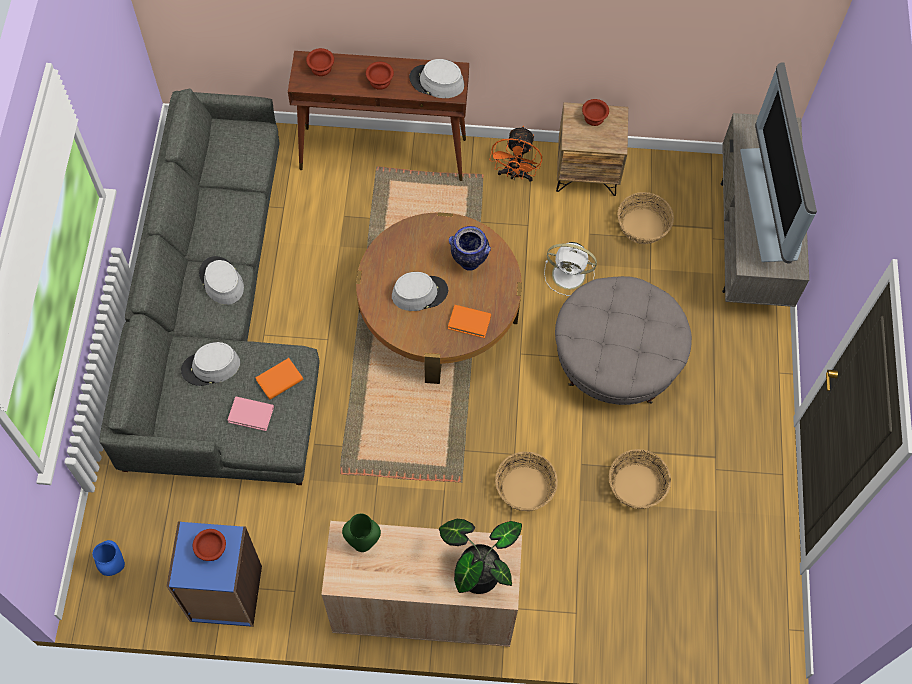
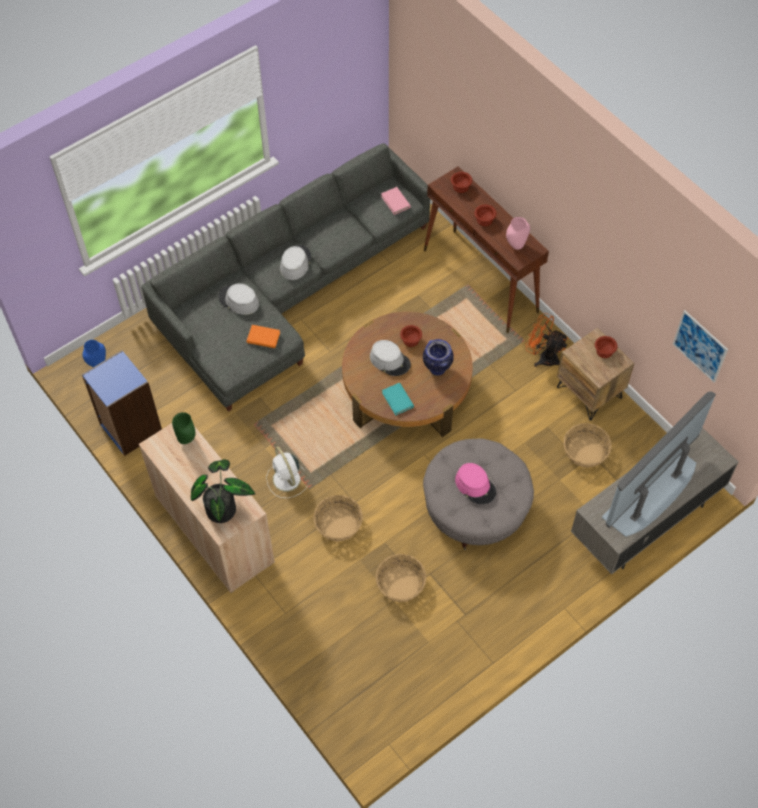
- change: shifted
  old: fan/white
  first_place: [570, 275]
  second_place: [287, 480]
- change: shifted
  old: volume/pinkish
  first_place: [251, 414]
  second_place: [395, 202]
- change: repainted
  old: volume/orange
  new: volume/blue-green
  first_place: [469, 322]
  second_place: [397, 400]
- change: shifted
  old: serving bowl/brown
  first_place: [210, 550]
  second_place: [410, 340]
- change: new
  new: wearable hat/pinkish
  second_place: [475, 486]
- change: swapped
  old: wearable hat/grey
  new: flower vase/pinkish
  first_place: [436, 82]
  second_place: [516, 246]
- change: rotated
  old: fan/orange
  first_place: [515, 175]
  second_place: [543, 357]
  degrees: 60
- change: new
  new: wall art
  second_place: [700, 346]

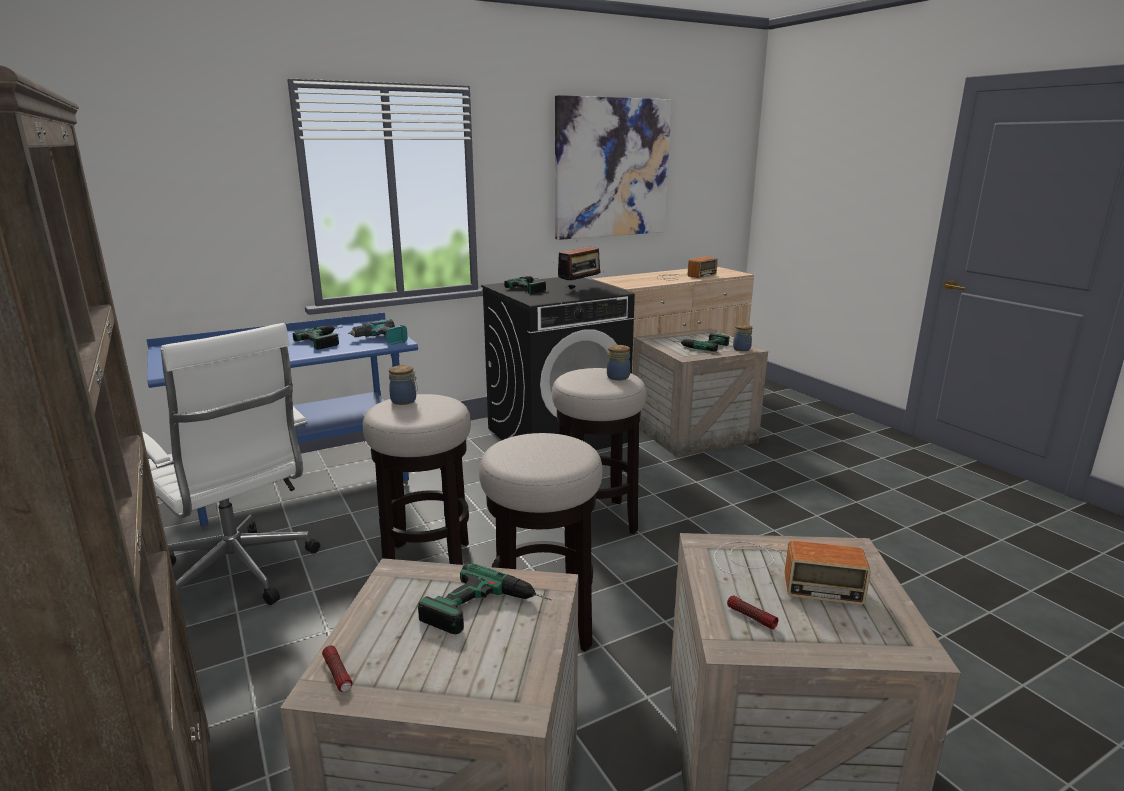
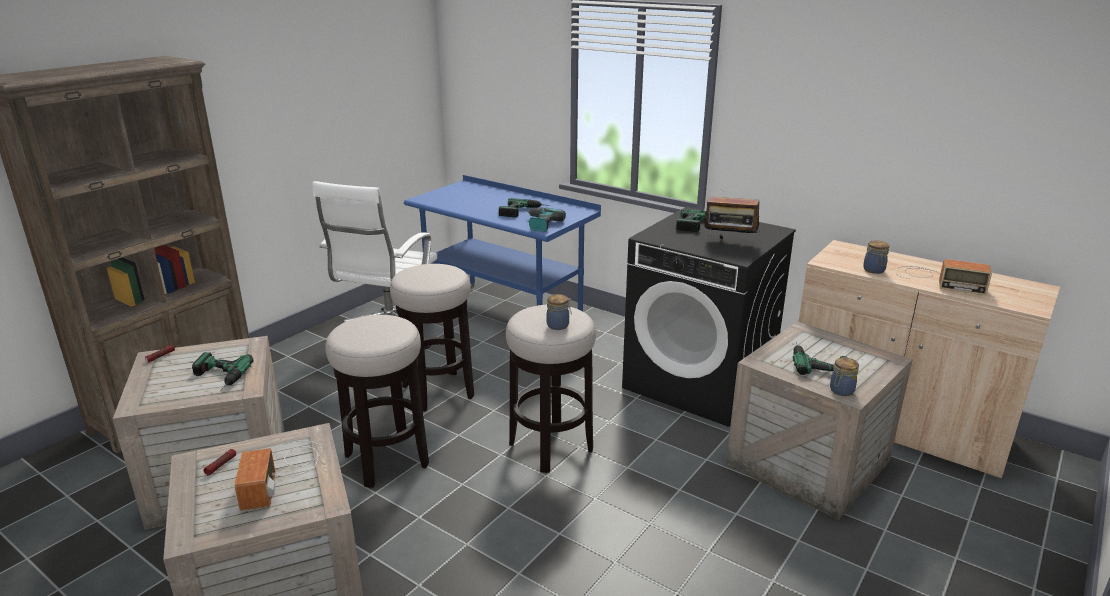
- change: shifted
  old: preserve jar
  first_place: [404, 401]
  second_place: [874, 270]
- change: gone
  old: wall art
  first_place: [612, 168]

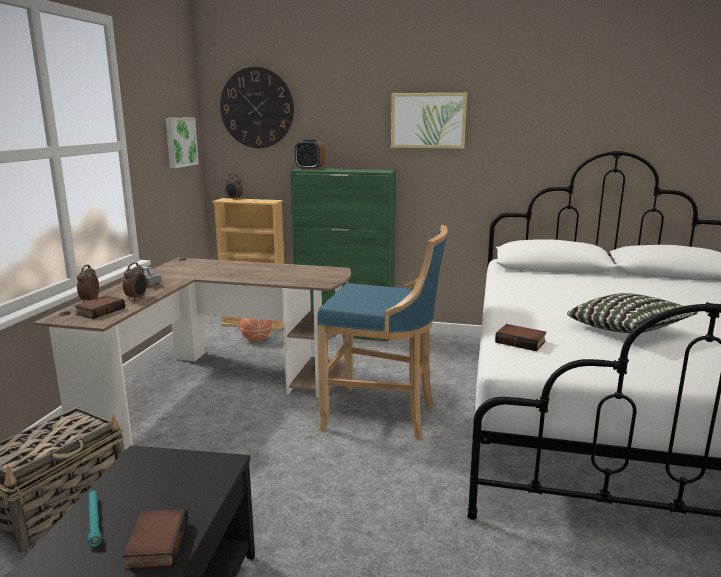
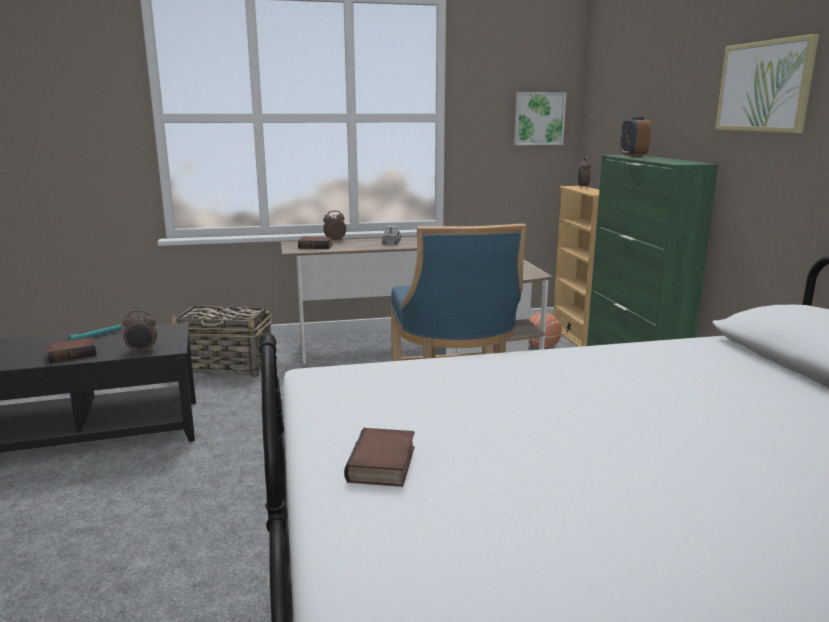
- change: shifted
  old: table clock
  first_place: [137, 298]
  second_place: [142, 351]
- change: shifted
  old: volume
  first_place: [521, 341]
  second_place: [384, 465]
- change: gone
  old: hanging clock
  first_place: [257, 108]
- change: gone
  old: pillow
  first_place: [627, 331]

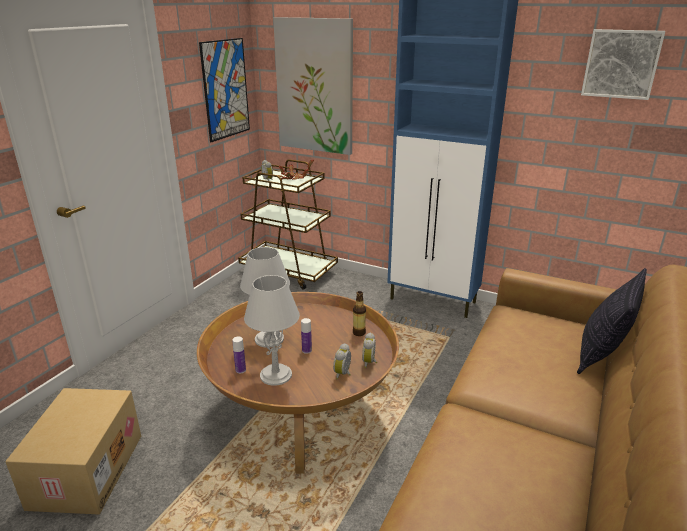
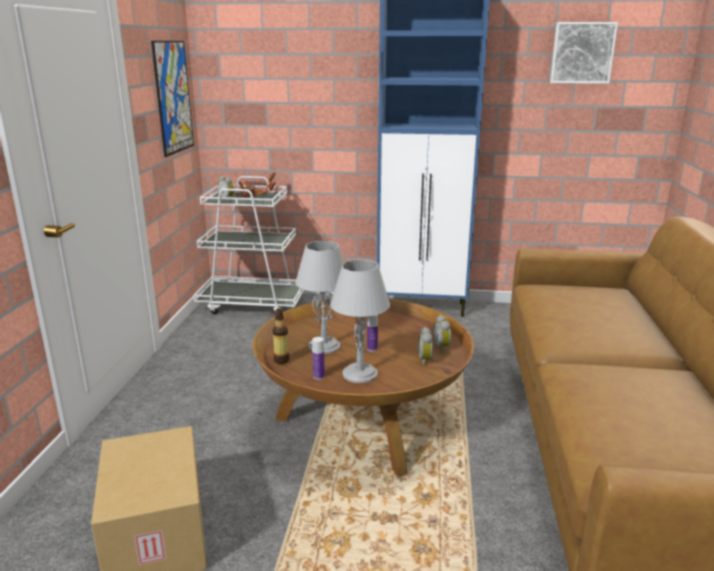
- change: repainted
  old: trolley/brown
  new: trolley/white
  first_place: [289, 271]
  second_place: [253, 304]
- change: shifted
  old: bottle
  first_place: [359, 333]
  second_place: [281, 360]
- change: gone
  old: wall art
  first_place: [315, 86]
- change: gone
  old: pillow
  first_place: [601, 355]

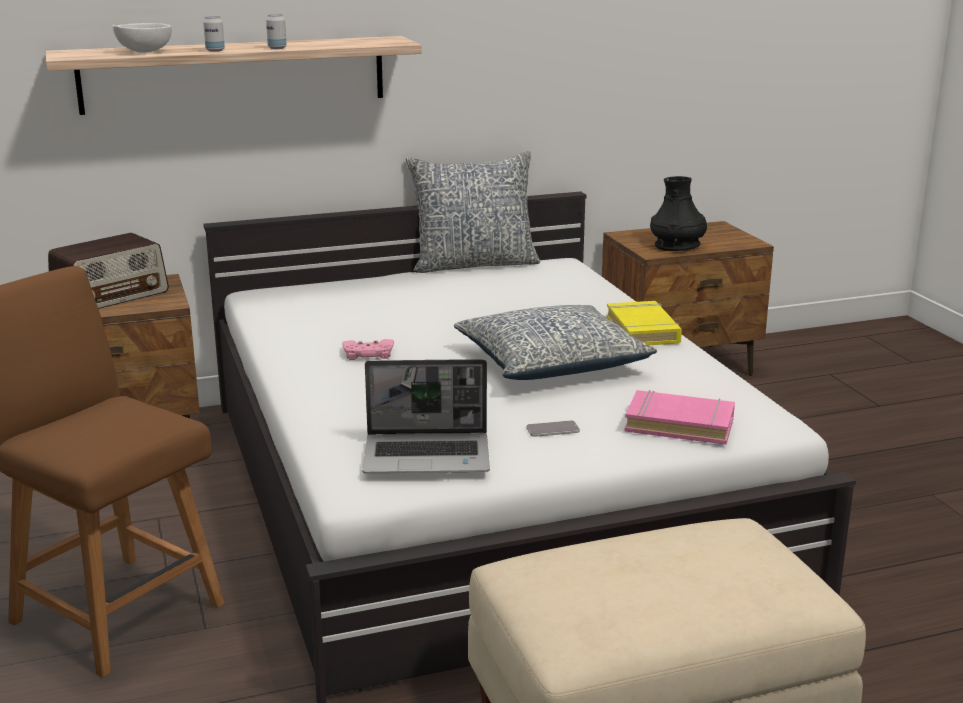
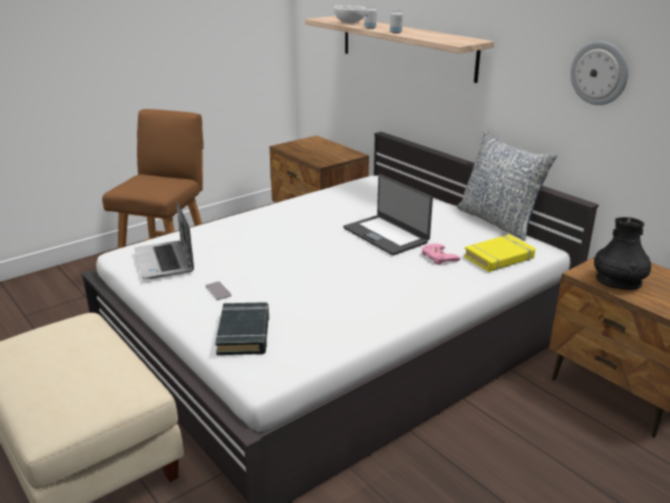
- change: repainted
  old: volume/pinkish
  new: volume/black
  first_place: [679, 424]
  second_place: [244, 333]
- change: new
  new: portable computer
  second_place: [386, 235]
- change: shifted
  old: game controller/pinkish
  first_place: [368, 354]
  second_place: [437, 257]
- change: shifted
  old: volume/yellow-coloured
  first_place: [643, 330]
  second_place: [499, 258]
- change: new
  new: hanging clock
  second_place: [599, 73]
- change: gone
  old: radio set
  first_place: [111, 296]
- change: gone
  old: pillow
  first_place: [552, 363]

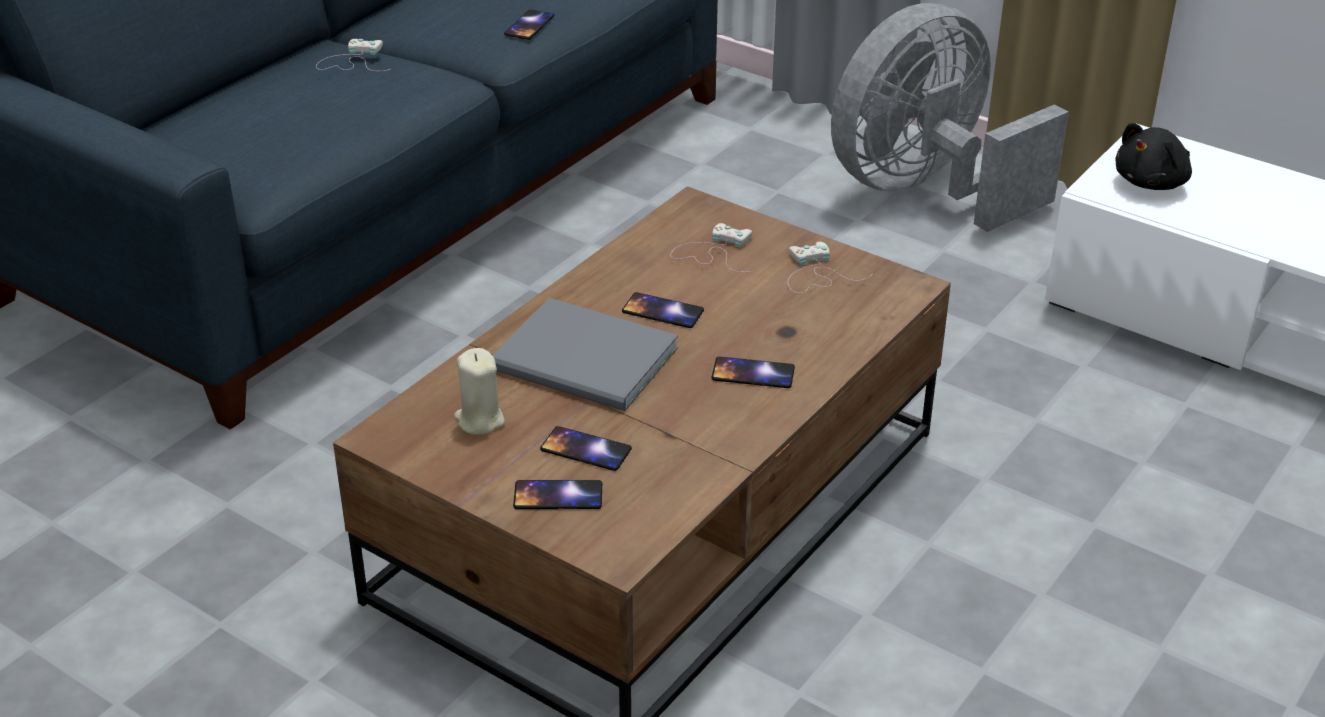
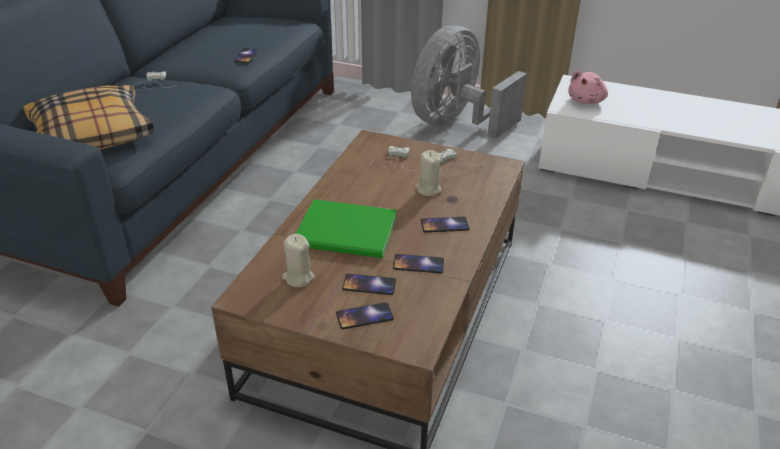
- change: new
  new: pillow
  second_place: [92, 135]
- change: repainted
  old: volume/grey
  new: volume/green-coloured
  first_place: [587, 362]
  second_place: [348, 233]
- change: shifted
  old: handset
  first_place: [662, 311]
  second_place: [418, 264]
- change: new
  new: candle/beige-coloured
  second_place: [428, 189]
- change: repainted
  old: soft toy/black
  new: soft toy/pinkish
  first_place: [1152, 182]
  second_place: [586, 101]

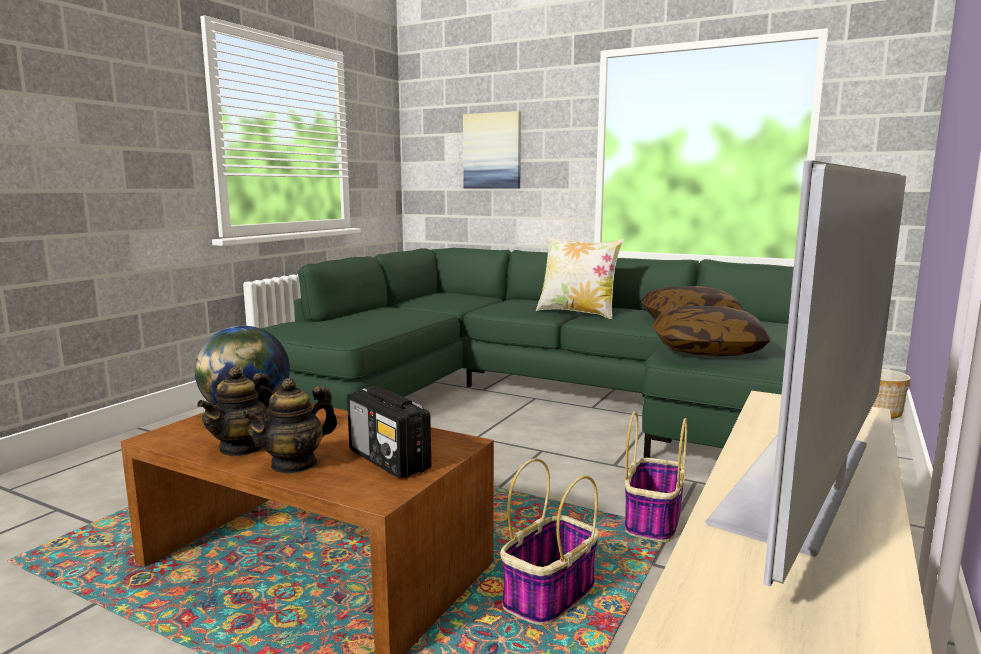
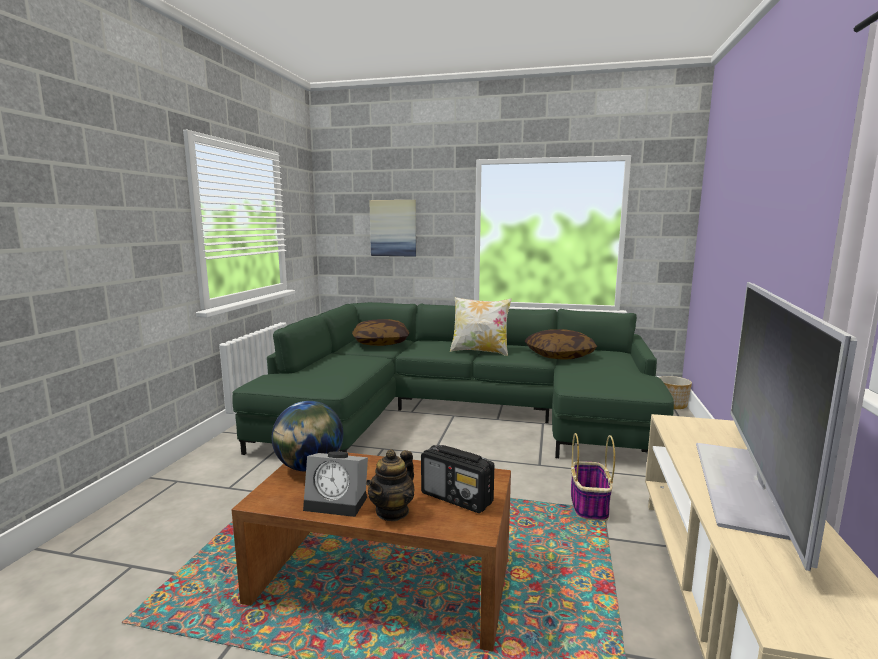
- change: swapped
  old: pot for tea
  new: table clock
  first_place: [242, 448]
  second_place: [339, 502]
- change: shifted
  old: pillow
  first_place: [707, 351]
  second_place: [380, 343]
- change: gone
  old: household basket
  first_place: [549, 596]

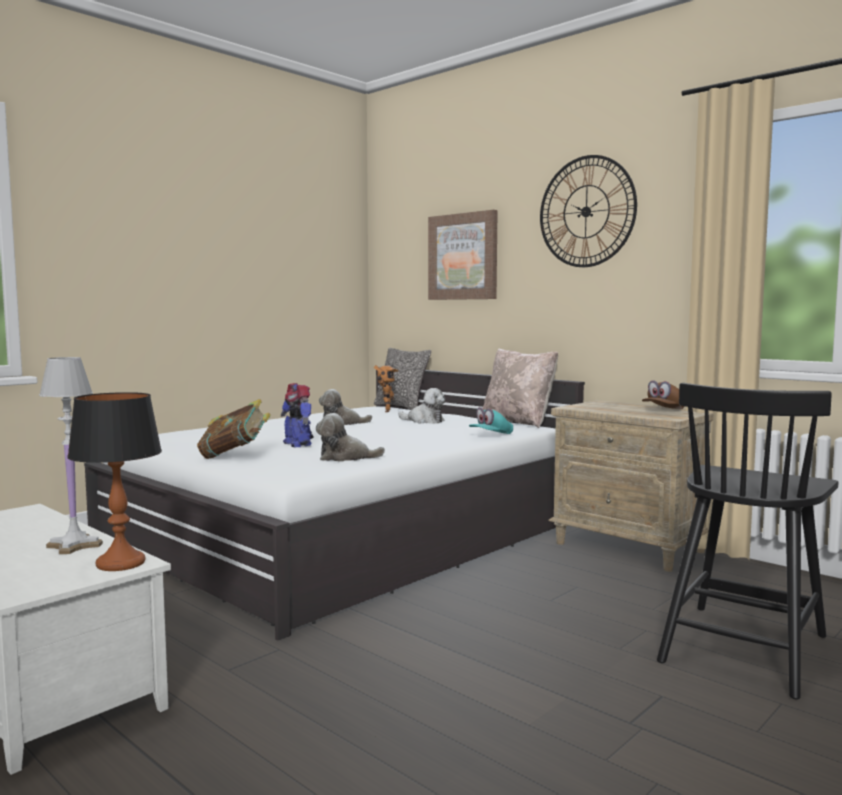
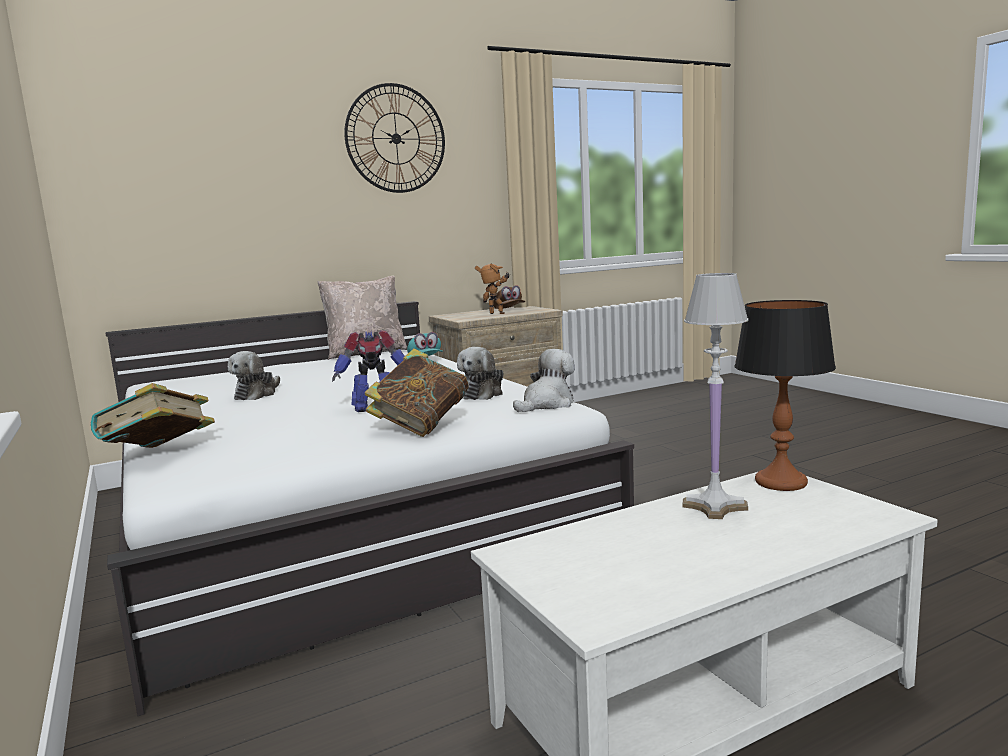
- change: new
  new: volume
  second_place: [159, 455]
- change: shifted
  old: toy robot
  first_place: [385, 411]
  second_place: [496, 314]
- change: shifted
  old: soft toy
  first_place: [424, 421]
  second_place: [547, 404]
- change: gone
  old: pillow
  first_place: [401, 407]
- change: gone
  old: wall art
  first_place: [463, 256]
- change: gone
  old: plain chair/black
  first_place: [743, 647]

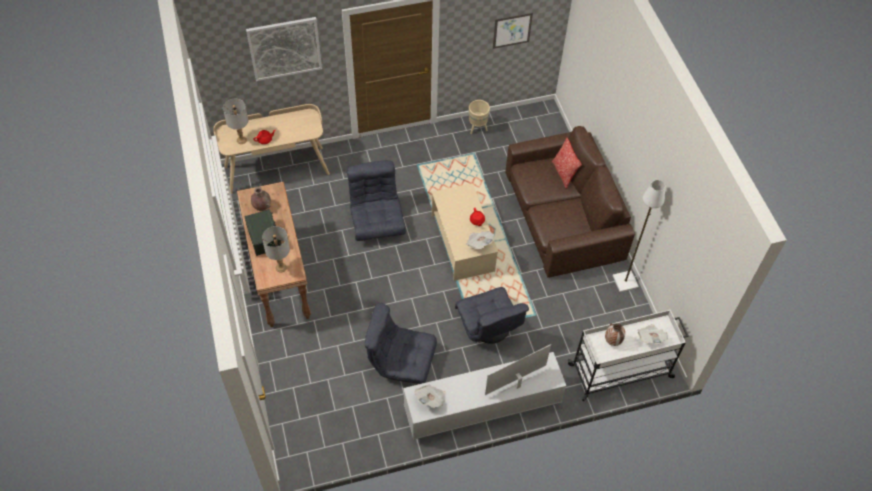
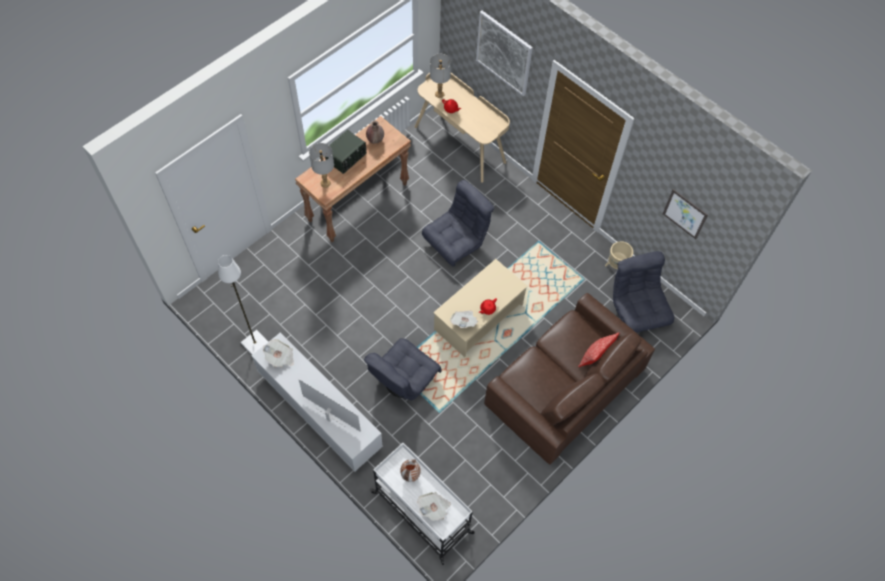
- change: shifted
  old: standard lamp/white
  first_place: [625, 282]
  second_place: [255, 344]
- change: shifted
  old: armchair/grey
  first_place: [401, 362]
  second_place: [637, 310]

